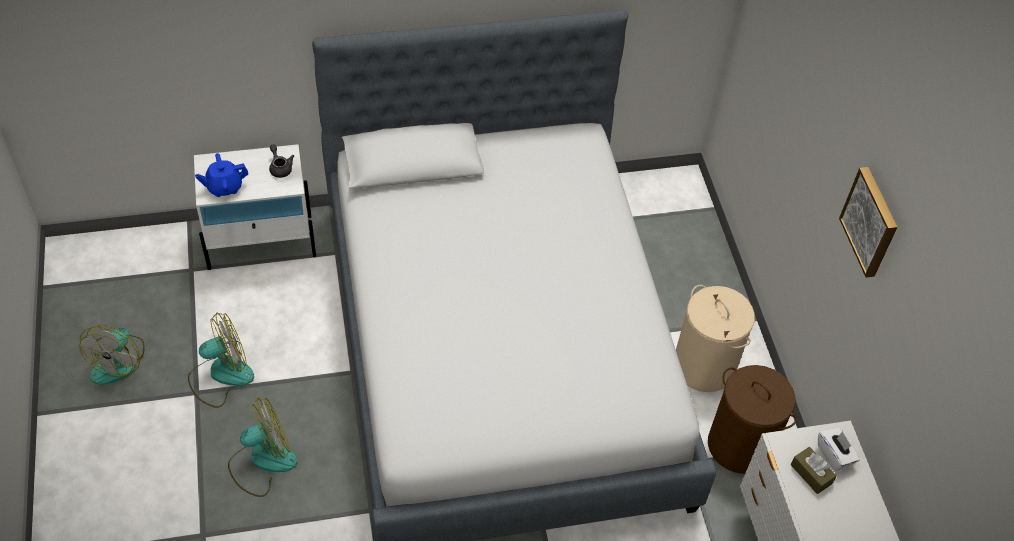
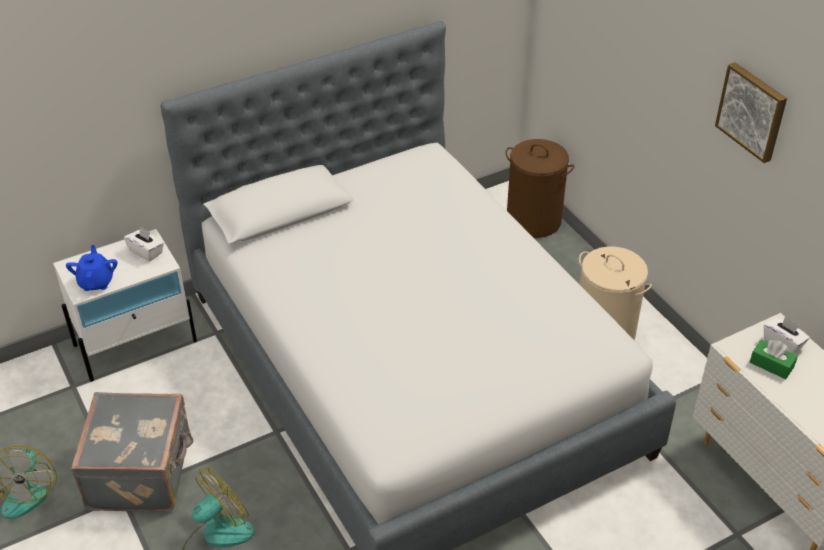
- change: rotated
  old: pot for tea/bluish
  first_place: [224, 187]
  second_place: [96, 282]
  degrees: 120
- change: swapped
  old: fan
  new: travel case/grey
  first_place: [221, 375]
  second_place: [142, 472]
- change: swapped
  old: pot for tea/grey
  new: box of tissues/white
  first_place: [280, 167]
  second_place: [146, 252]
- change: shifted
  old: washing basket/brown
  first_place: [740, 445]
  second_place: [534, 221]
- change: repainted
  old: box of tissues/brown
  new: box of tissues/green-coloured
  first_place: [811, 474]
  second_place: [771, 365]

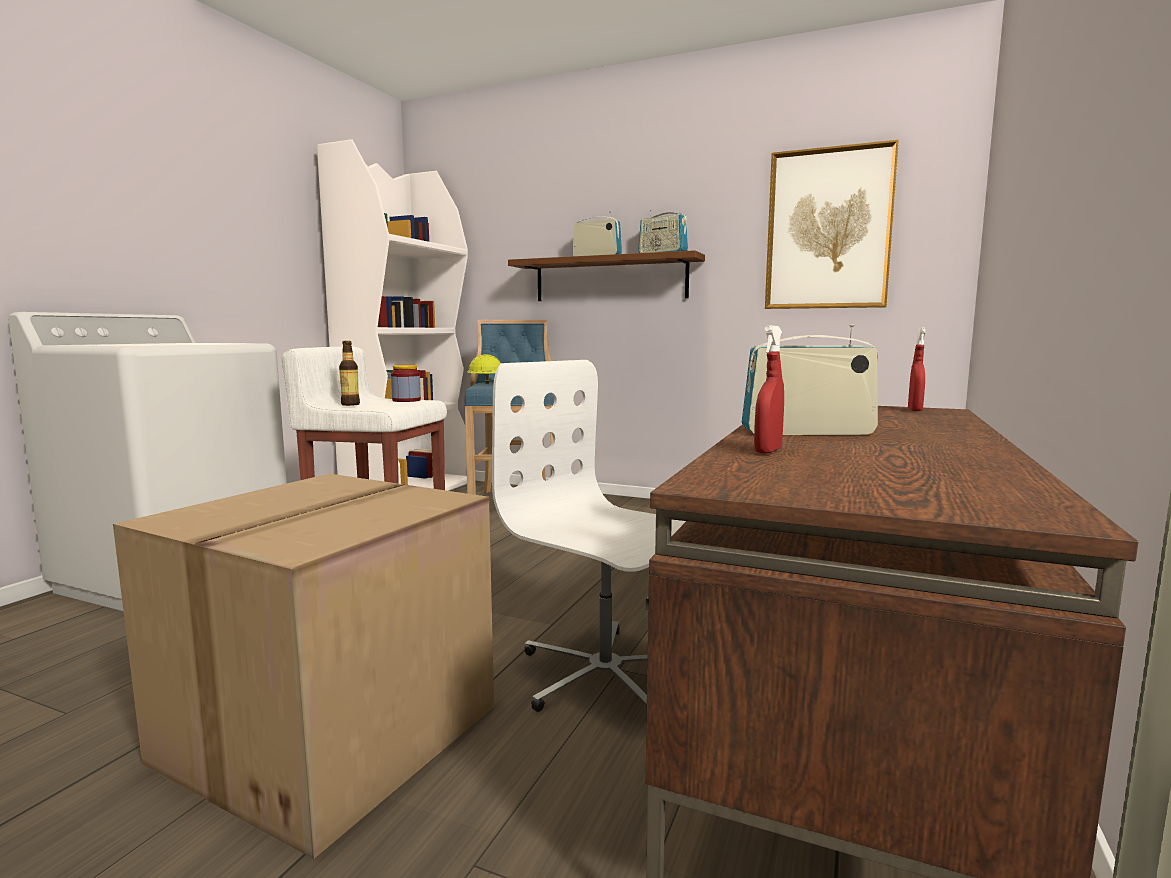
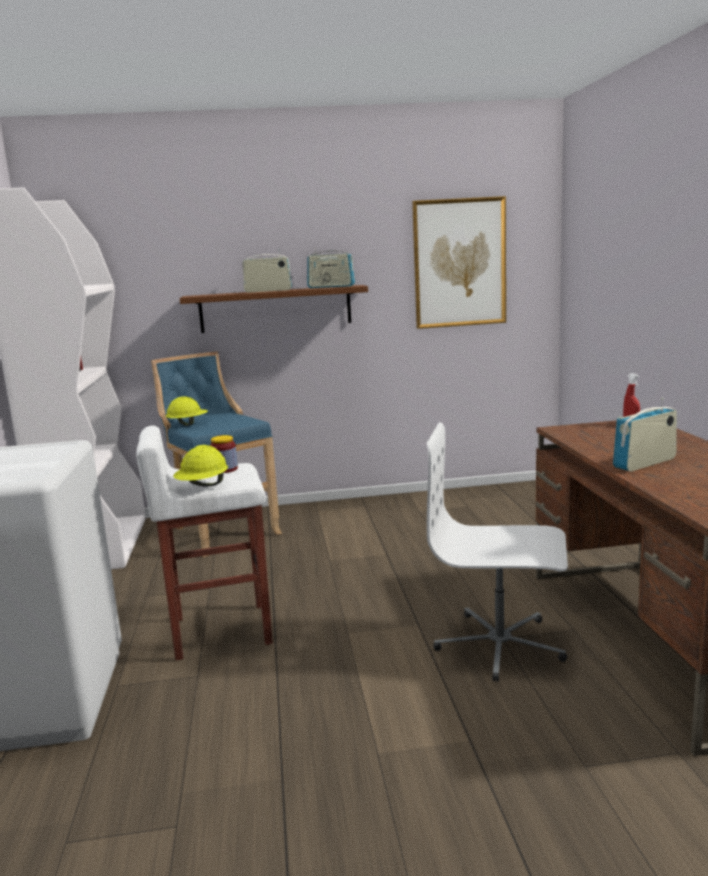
- change: swapped
  old: bottle
  new: hard hat/yellow-coloured
  first_place: [350, 404]
  second_place: [203, 486]
- change: gone
  old: cardboard box
  first_place: [330, 737]
- change: gone
  old: hand sprayer/red
  first_place: [768, 451]

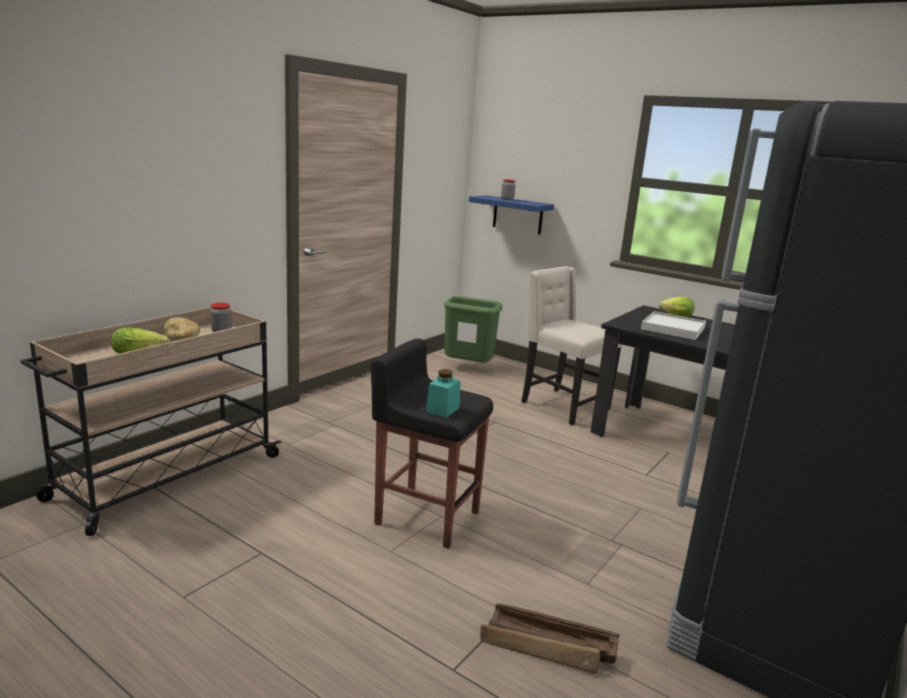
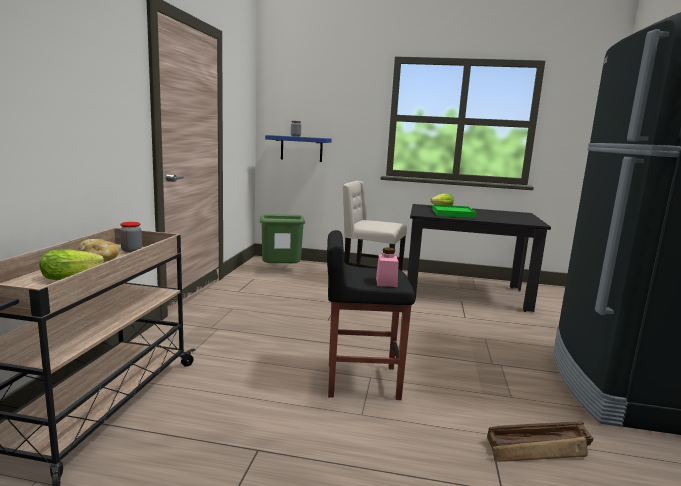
- change: repainted
  old: preserve jar/blue-green
  new: preserve jar/pinkish
  first_place: [443, 410]
  second_place: [386, 282]
- change: repainted
  old: tray/white
  new: tray/green-coloured
  first_place: [673, 328]
  second_place: [453, 213]

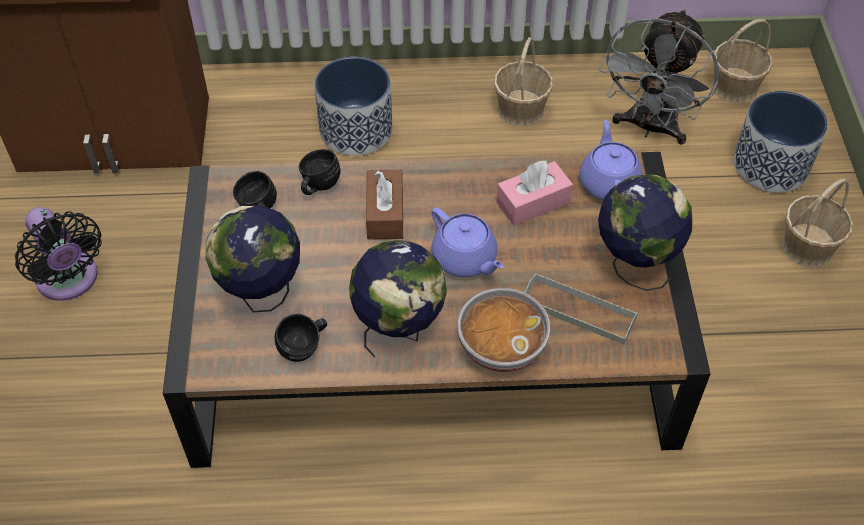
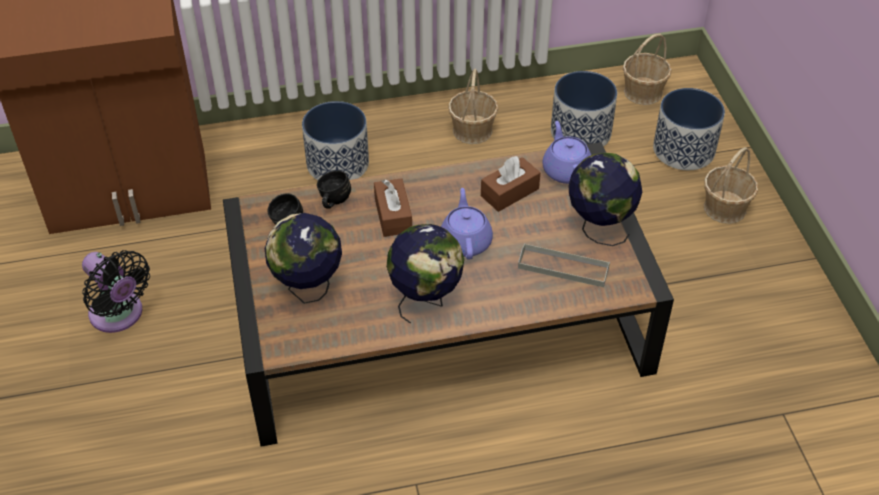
- change: rotated
  old: pot for tea/purplish
  first_place: [465, 259]
  second_place: [465, 241]
  degrees: -135
- change: repainted
  old: box of tissues/pinkish
  new: box of tissues/brown
  first_place: [533, 202]
  second_place: [509, 192]
- change: swapped
  old: fan/grey
  new: plant pot
  first_place: [649, 128]
  second_place: [581, 132]
- change: gone
  old: mug/black
  first_place: [305, 348]
- change: gone
  old: serving bowl
  first_place: [500, 346]

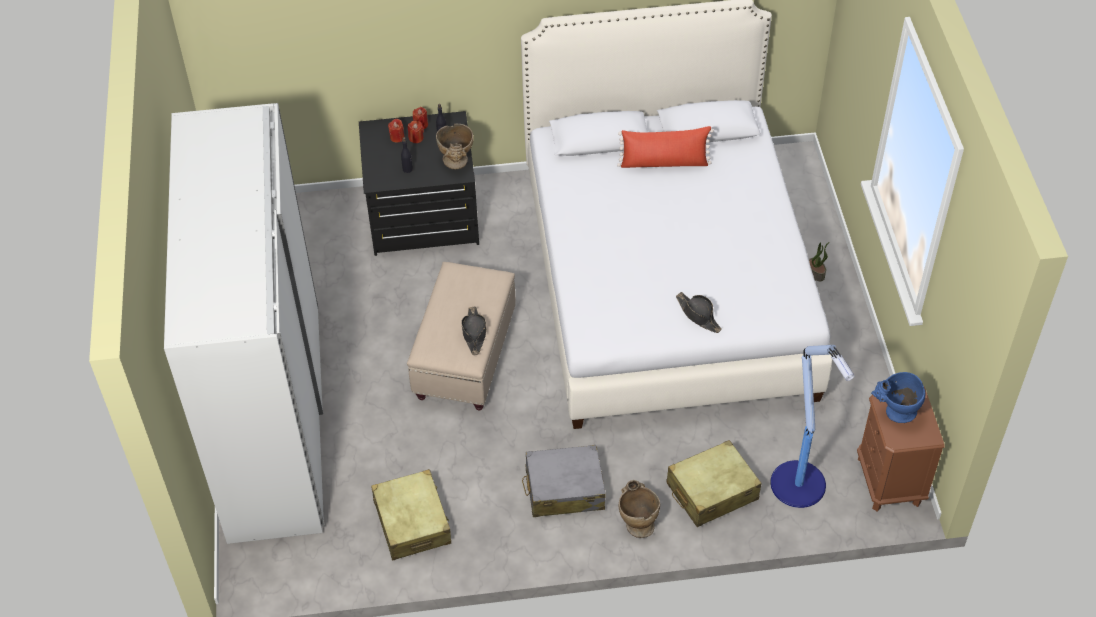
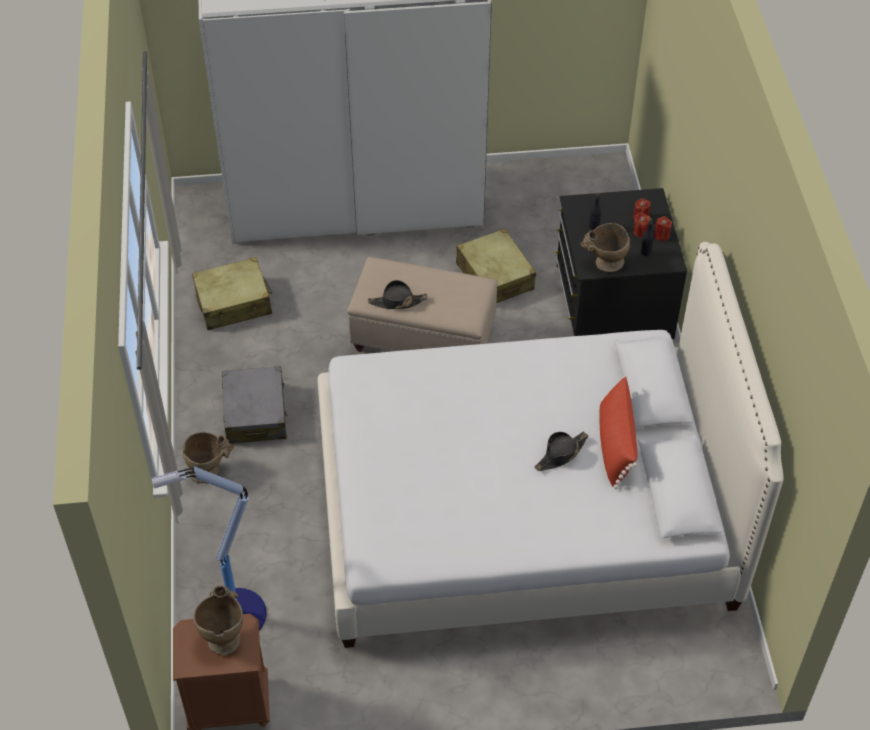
- change: repainted
  old: flower vase/bluish
  new: flower vase/beige-coloured
  first_place: [895, 413]
  second_place: [223, 634]
- change: shifted
  old: travel case/beige-coloured
  first_place: [711, 492]
  second_place: [494, 276]
- change: shifted
  old: wearable hat/black
  first_place: [698, 315]
  second_place: [561, 454]
- change: gone
  old: houseplant
  first_place: [816, 273]

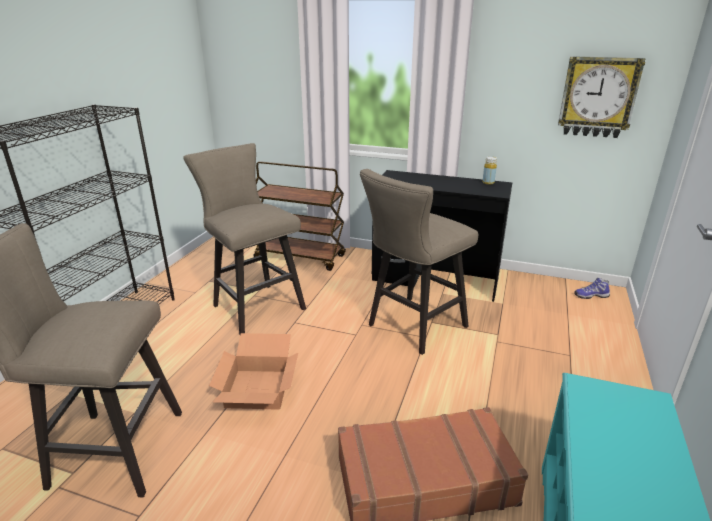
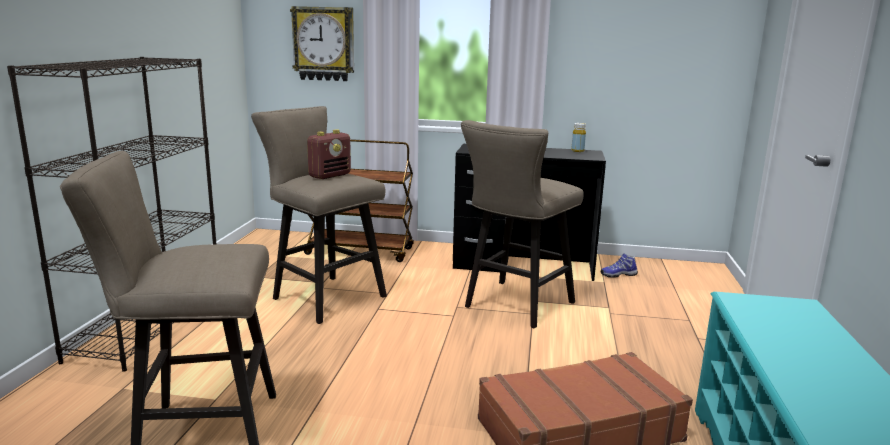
- change: shifted
  old: hanging clock
  first_place: [598, 97]
  second_place: [324, 44]
- change: new
  new: radio set
  second_place: [330, 175]
- change: shifted
  old: item of footwear
  first_place: [590, 296]
  second_place: [618, 275]
- change: gone
  old: cardboard box
  first_place: [258, 389]

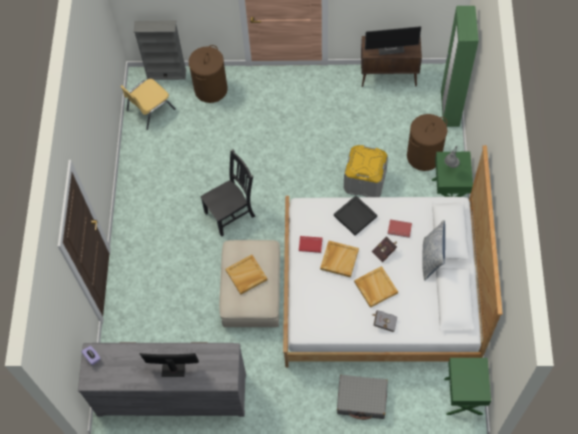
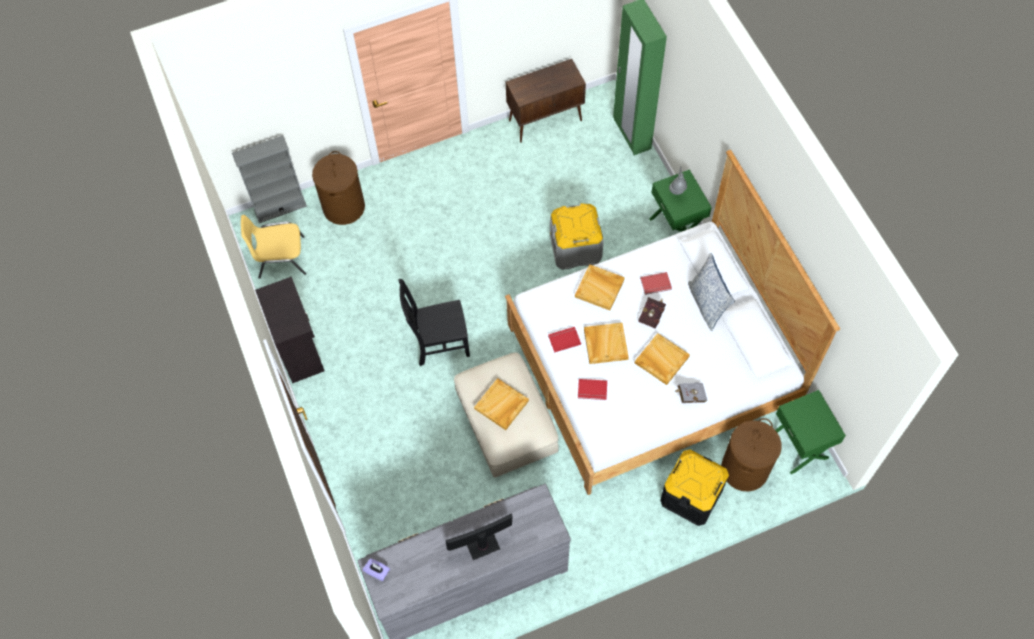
- change: rotated
  old: plain chair/yellow-coloured
  first_place: [150, 110]
  second_place: [280, 257]
  degrees: 60
- change: new
  new: cabinet/black
  second_place: [299, 350]
- change: rotated
  old: plain chair/black
  first_place: [231, 213]
  second_place: [438, 343]
  degrees: -135
- change: repainted
  old: tray/black
  new: tray/beige-coloured
  first_place: [355, 216]
  second_place: [600, 288]
- change: new
  new: volume/red
  second_place: [592, 390]
- change: swapped
  old: travel case/grey
  new: storage bin/black
  first_place: [362, 399]
  second_place: [691, 495]
- change: shifted
  old: washing basket/brown
  first_place: [424, 156]
  second_place: [745, 469]
- change: gone
  old: computer display
  first_place: [391, 47]

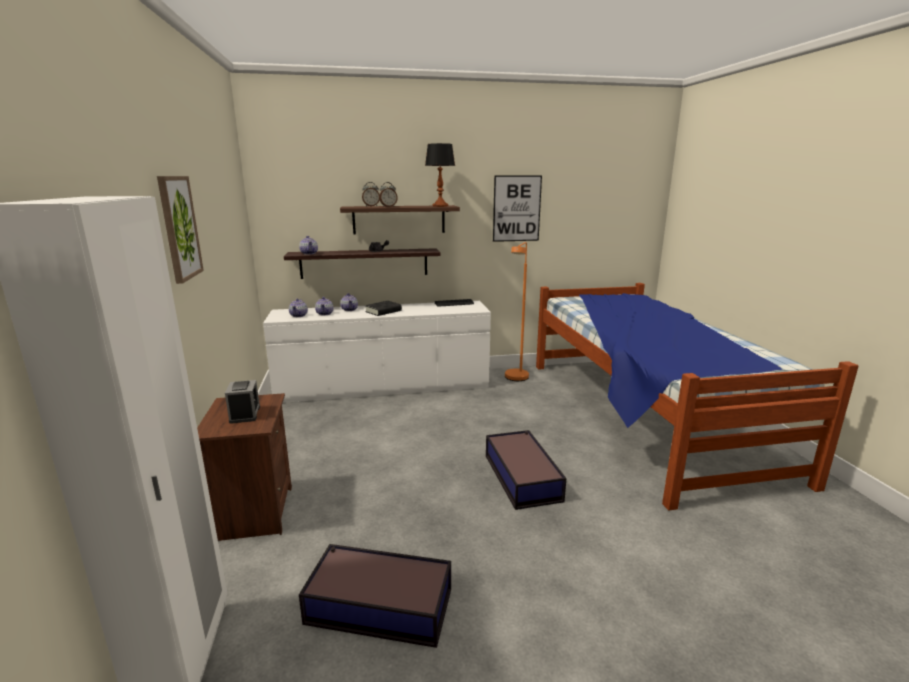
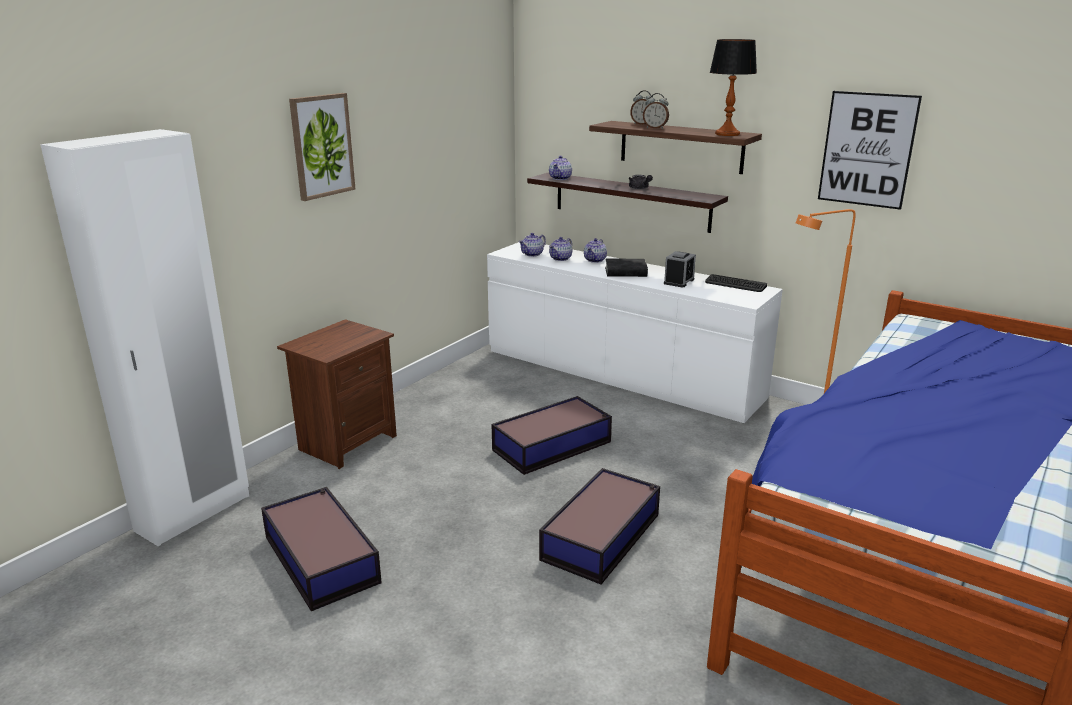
- change: new
  new: storage bin
  second_place: [553, 446]
- change: shifted
  old: table clock
  first_place: [245, 414]
  second_place: [679, 281]

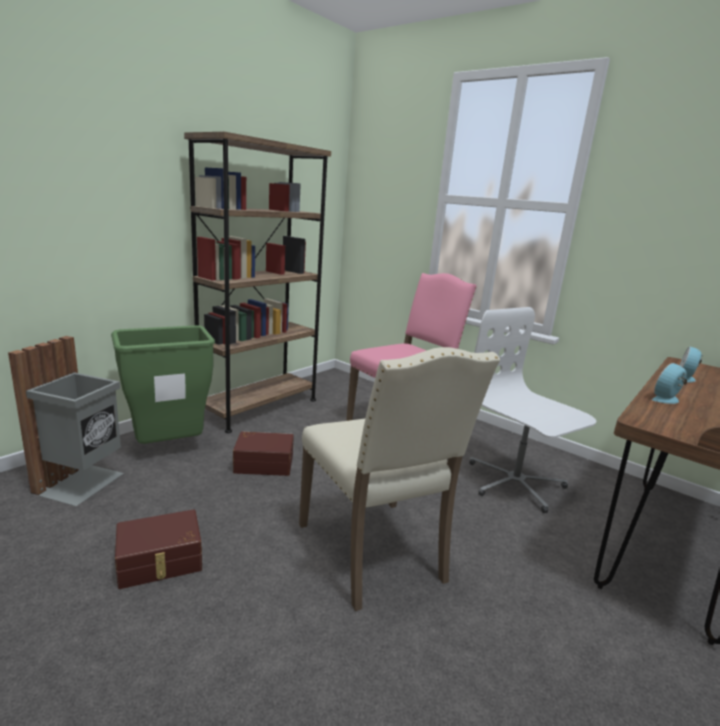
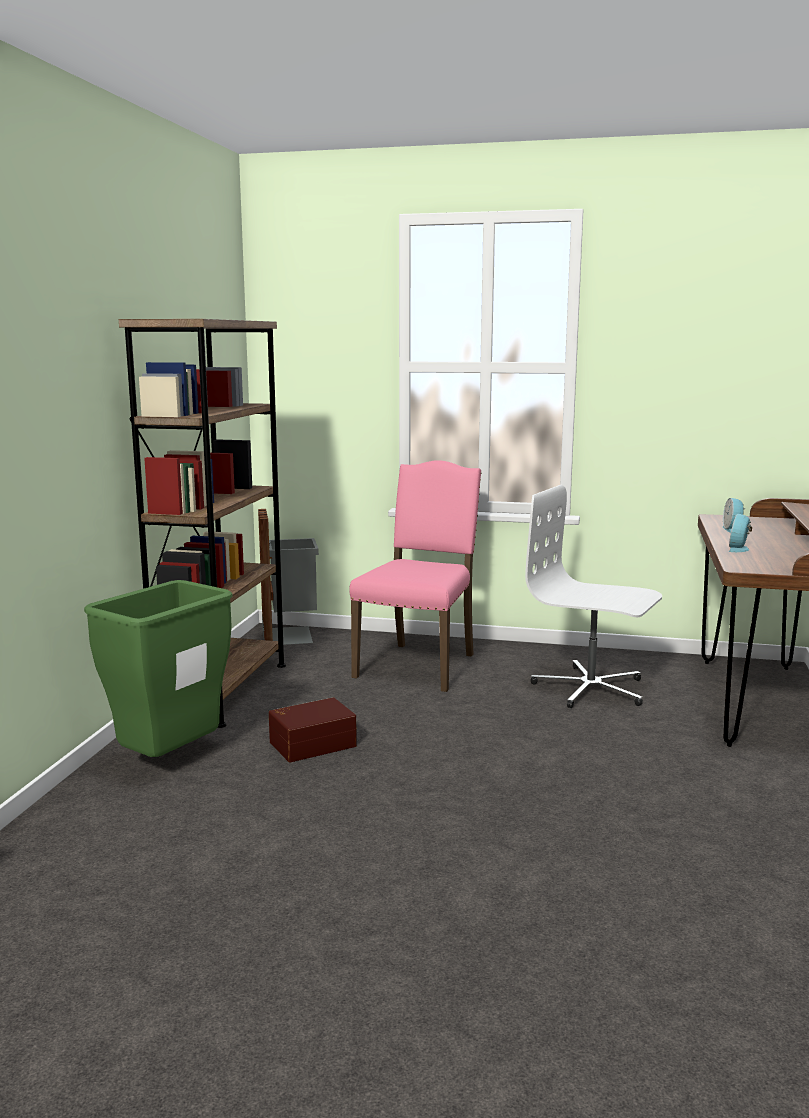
- change: shifted
  old: waste bin/grey
  first_place: [82, 483]
  second_place: [290, 635]
- change: gone
  old: storage bin/brown
  first_place: [160, 562]
- change: gone
  old: plain chair/beige-coloured
  first_place: [375, 552]

